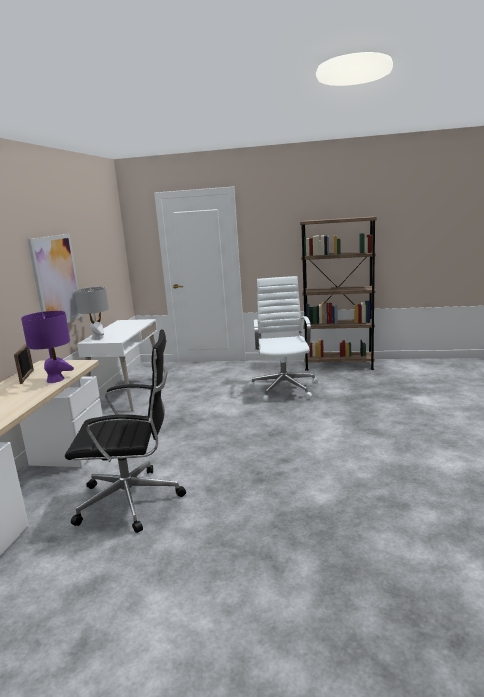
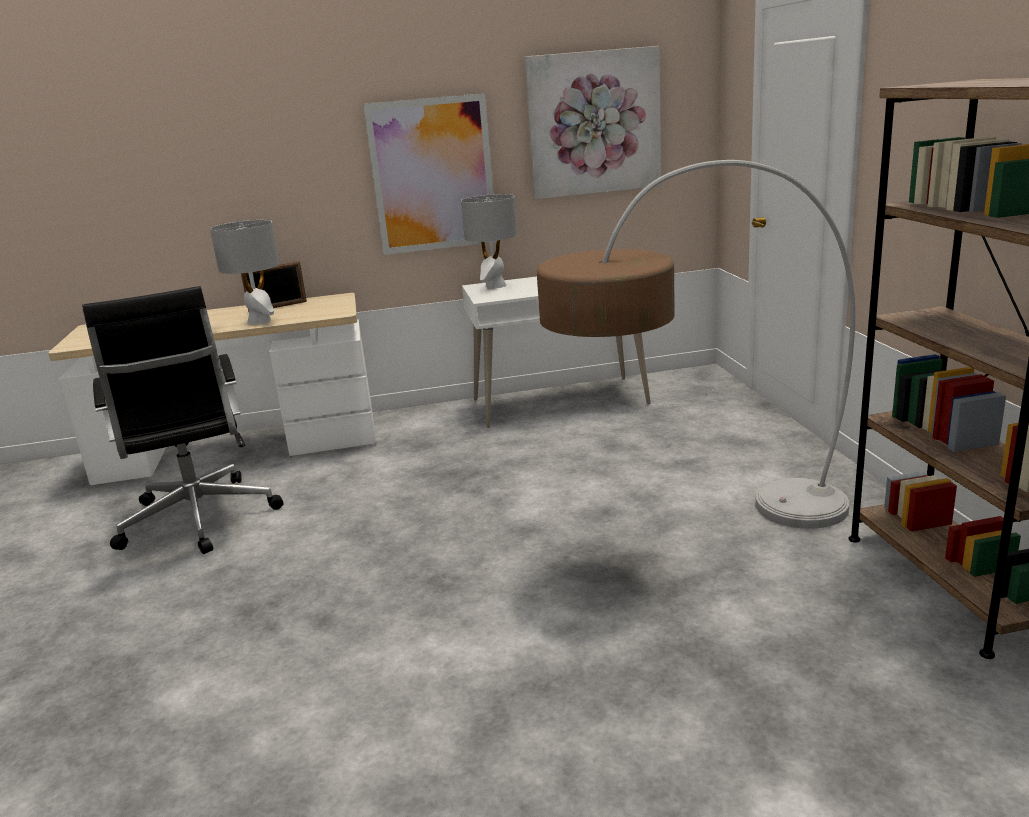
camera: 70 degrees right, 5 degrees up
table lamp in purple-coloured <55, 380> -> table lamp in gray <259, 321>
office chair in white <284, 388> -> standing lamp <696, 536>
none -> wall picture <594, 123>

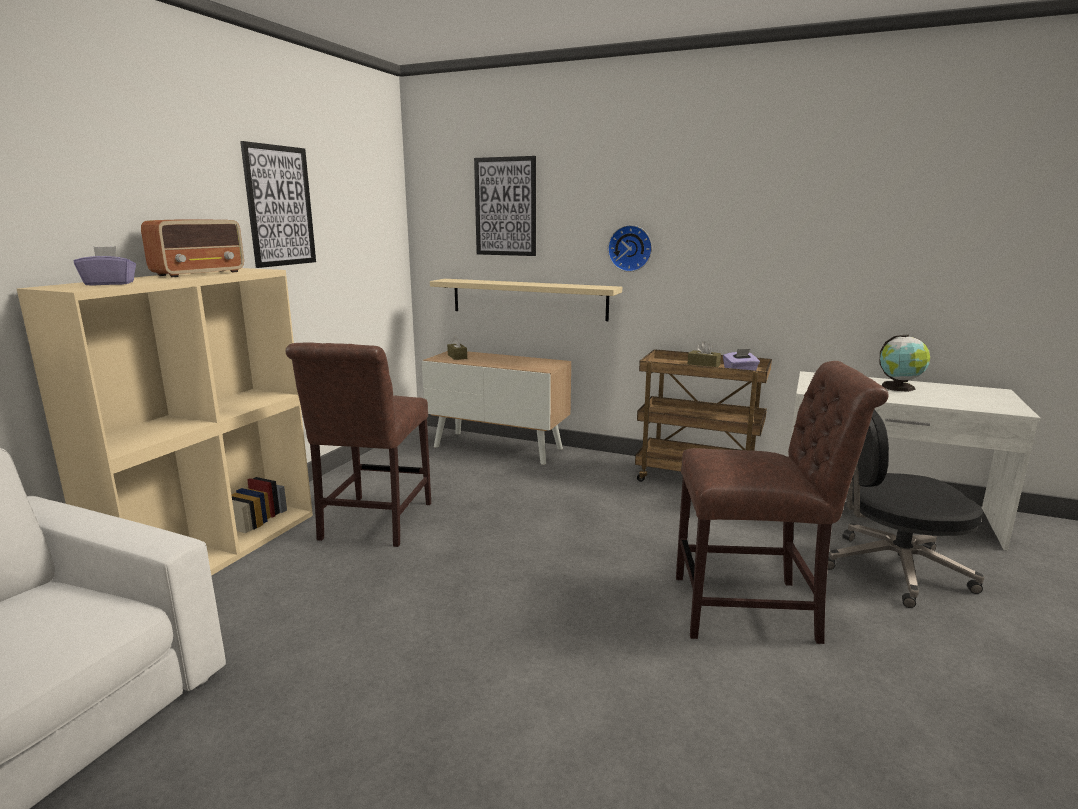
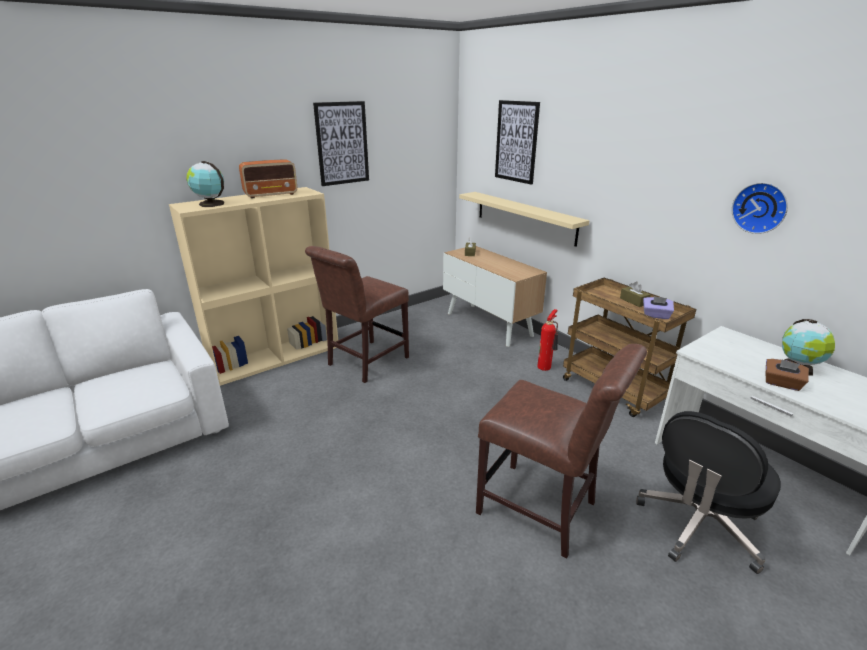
camera: 30 degrees right, 10 degrees up
box of tissues in purple-coloured <110, 284> -> globe <210, 204>
wall clock <630, 248> -> wall clock <760, 207>, moved
office chair in black <892, 569> -> office chair in black <698, 526>, 75 degrees counterclockwise
none -> fire-fighting cylinder <545, 367>
none -> box of tissues in brown-coloured <781, 383>

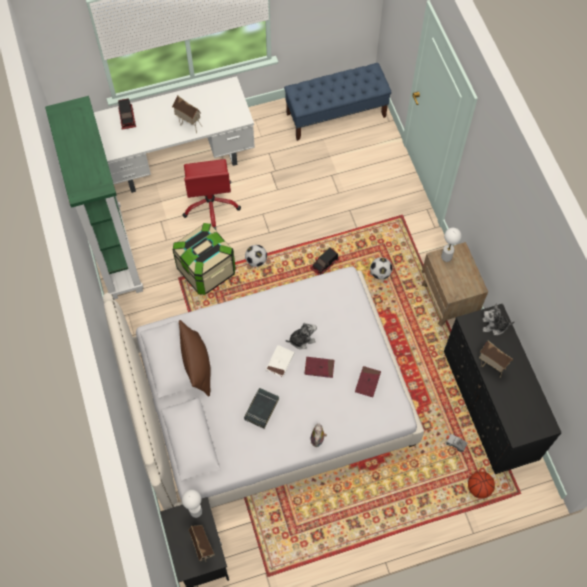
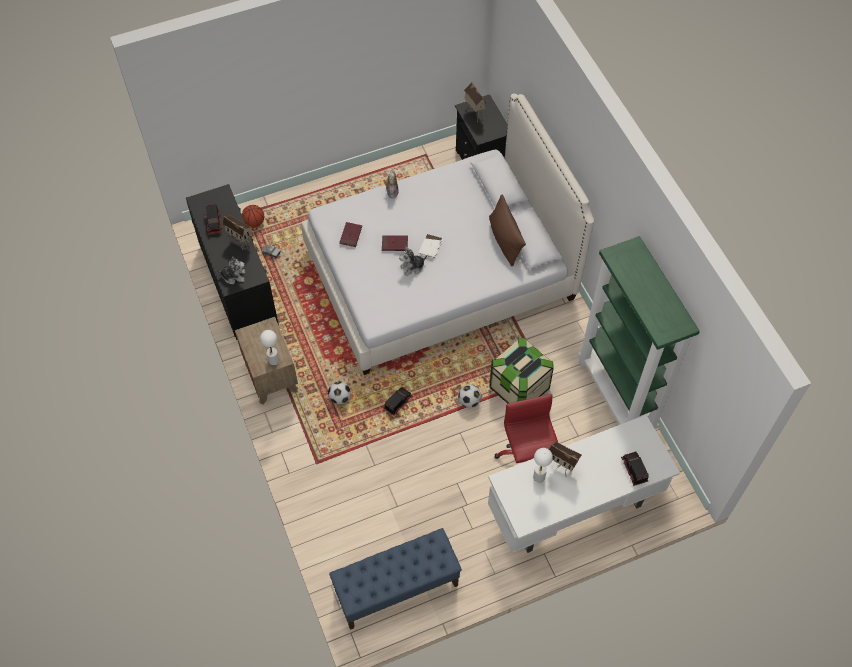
camera: 175 degrees right, 5 degrees down
table lamp in white <196, 511> -> table lamp in white <539, 476>, moved
volume in black <261, 409> -> none
none -> toy truck <214, 223>

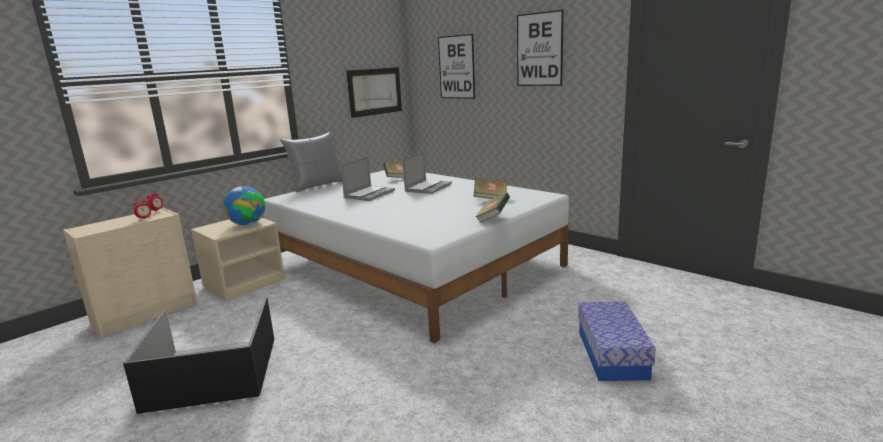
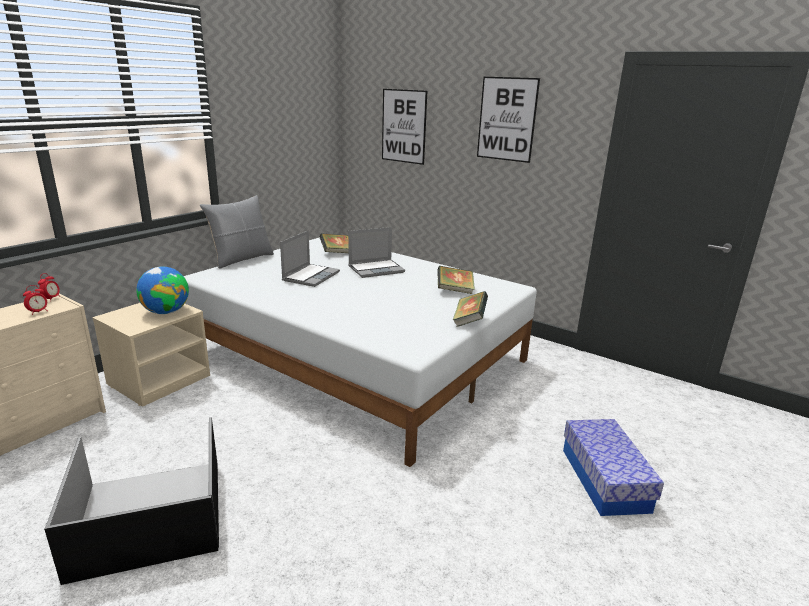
camera: 10 degrees left, 5 degrees up
wall picture <375, 91> -> none
portable computer <428, 188> -> portable computer <376, 269>, 45 degrees clockwise

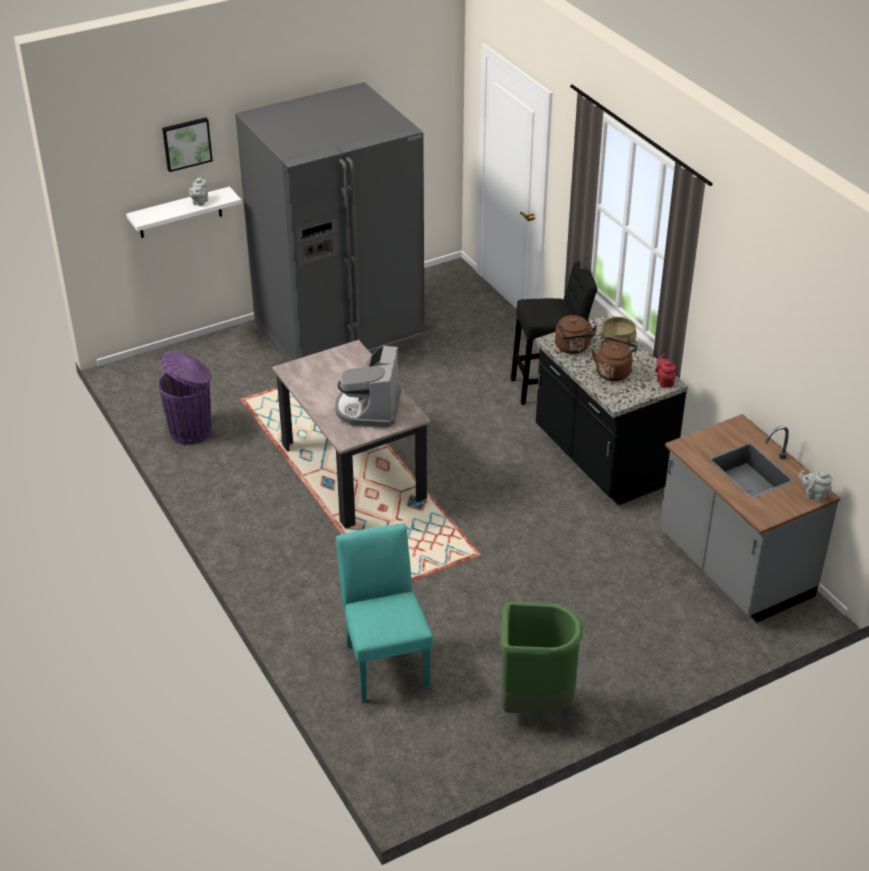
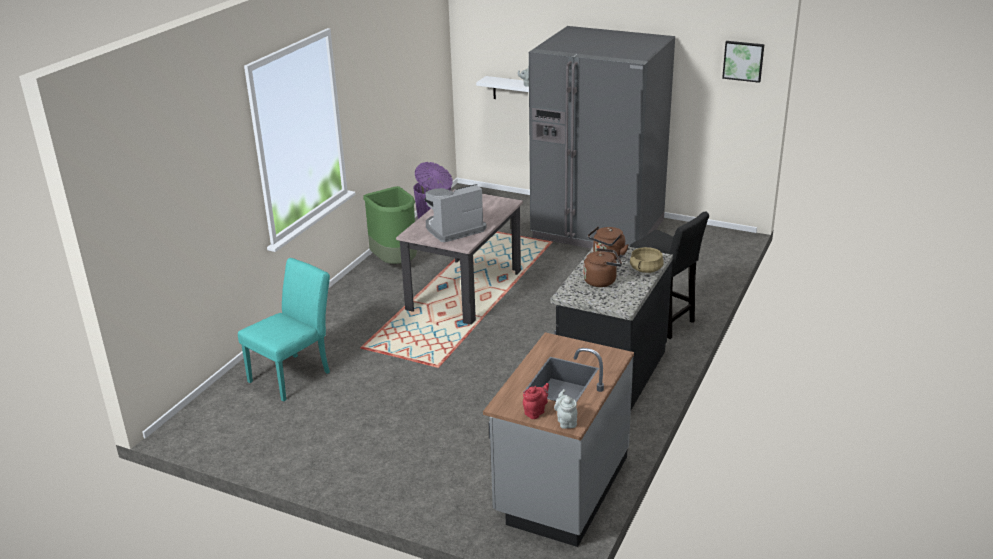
camera: 55 degrees right, 10 degrees down
wall picture <186, 143> -> wall picture <743, 61>, moved
trash can in greenish <533, 703> -> trash can in greenish <396, 263>, moved
teapot in reddish <664, 381> -> teapot in reddish <535, 412>, moved

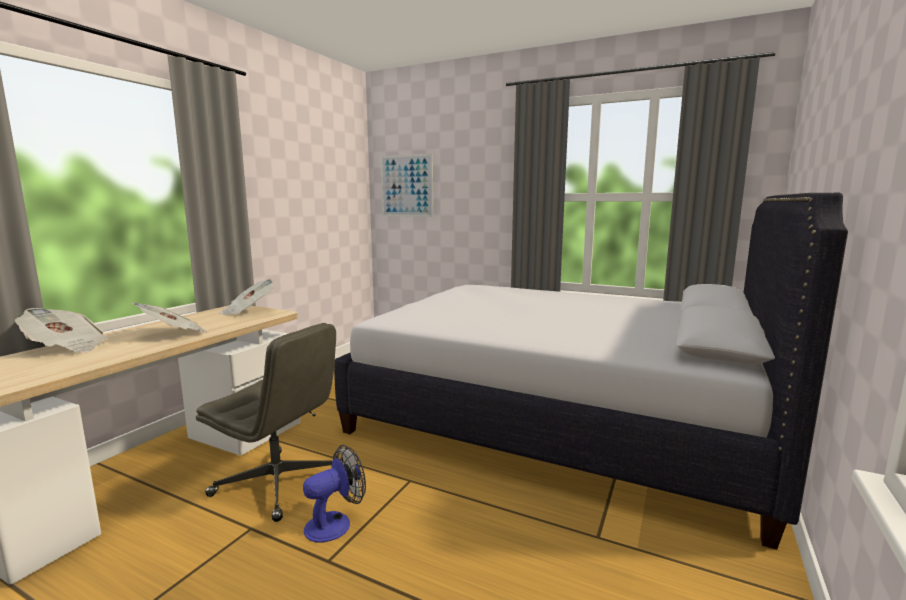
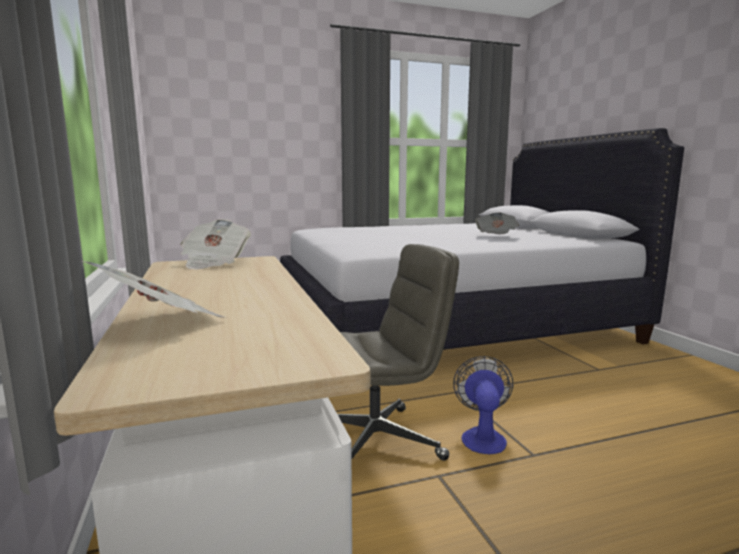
camera: 45 degrees left, 0 degrees up
newspaper <174, 334> -> newspaper <496, 236>, moved
wall picture <406, 186> -> none

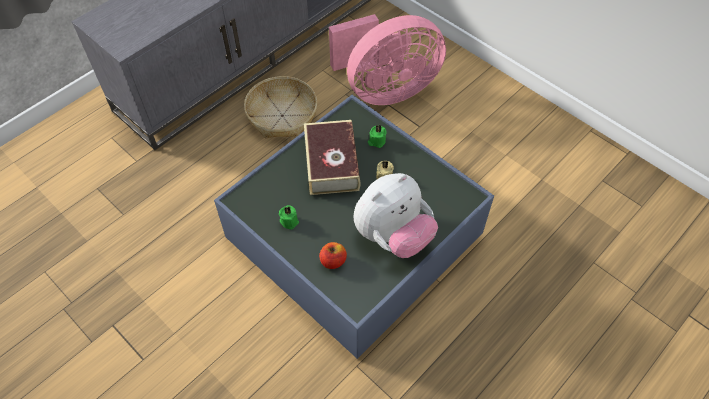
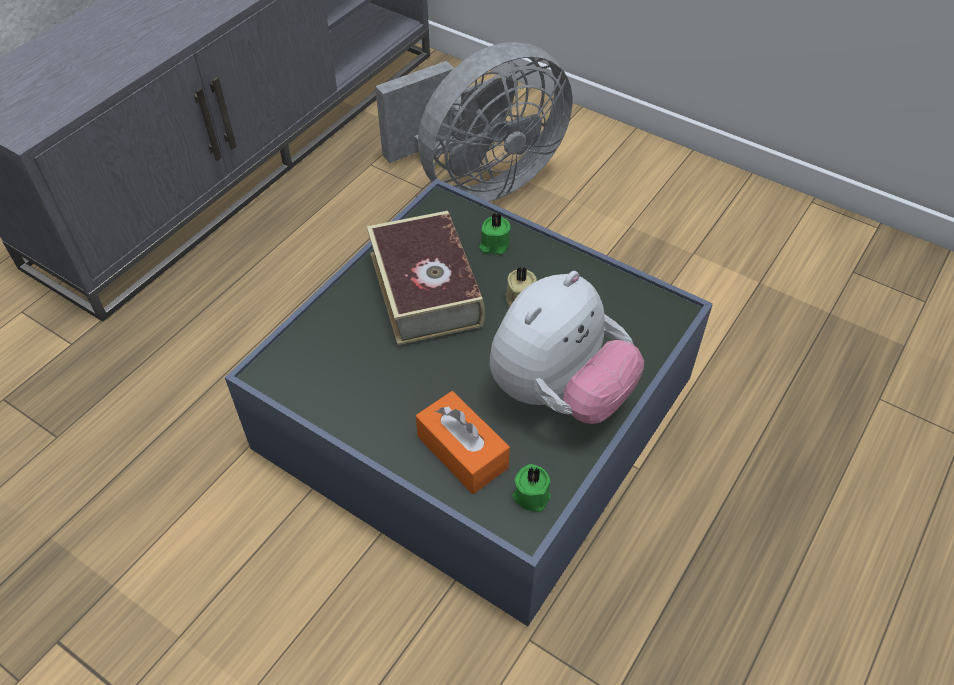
camera: 10 degrees left, 5 degrees down
basket <282, 115> -> none
candle in greenish <289, 220> -> candle in greenish <531, 494>, moved
apple <333, 261> -> box of tissues in orange <462, 452>
cooling fan in pink <385, 90> -> cooling fan in gray <478, 181>

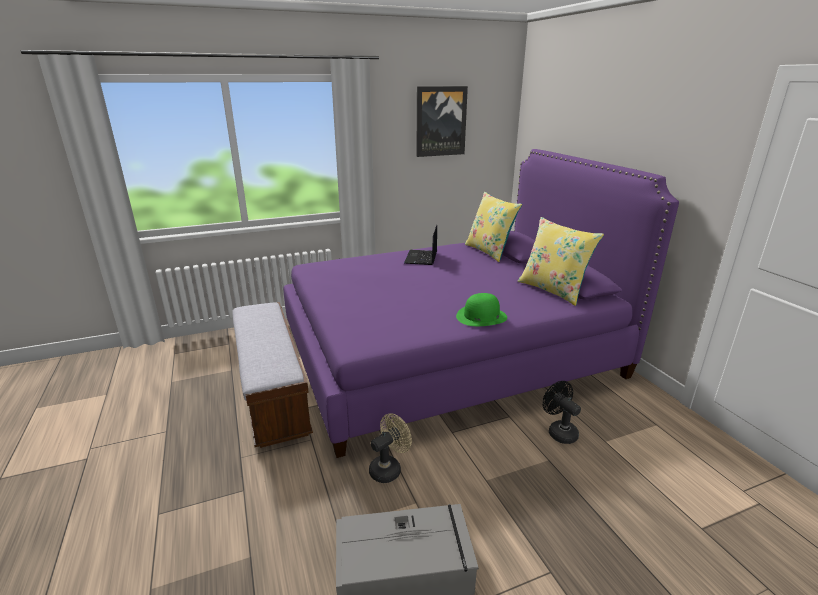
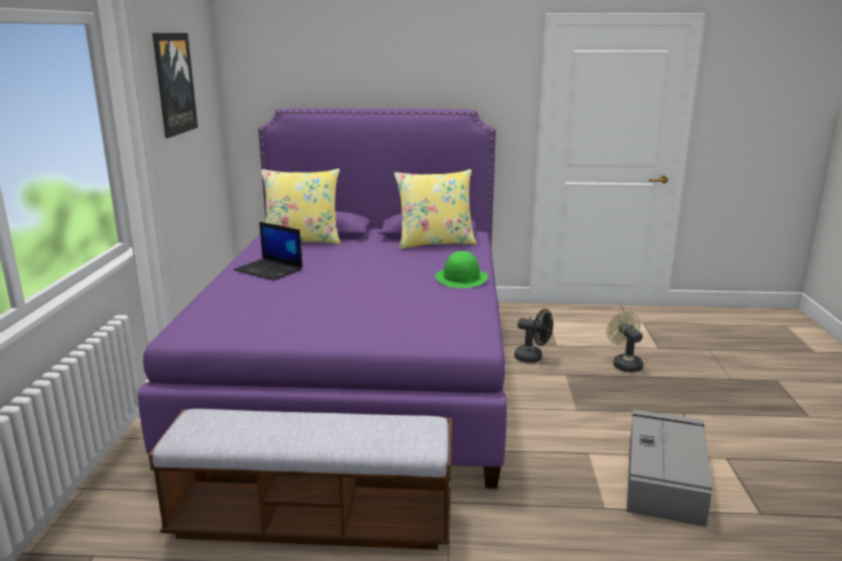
camera: 65 degrees left, 5 degrees down
cooling fan in beige-coloured <389, 468> -> cooling fan in beige-coloured <624, 364>, moved
cooling fan in black <559, 431> -> cooling fan in black <533, 358>, 150 degrees counterclockwise

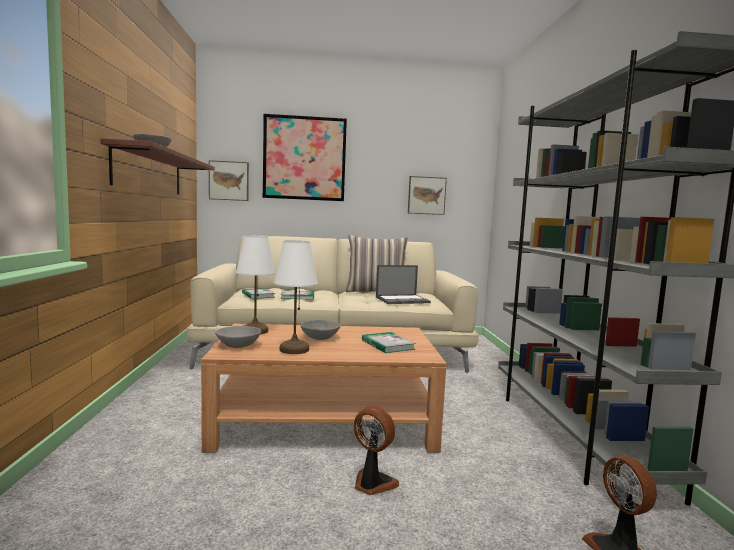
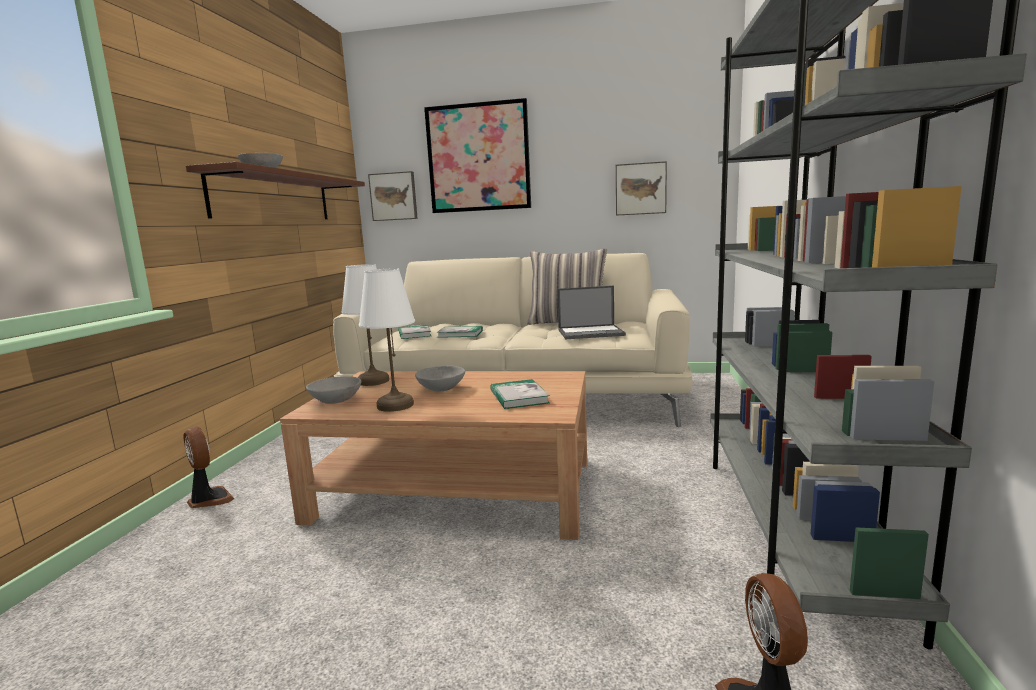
camera: 15 degrees right, 5 degrees up
cooling fan <372, 484> -> cooling fan <209, 500>, moved

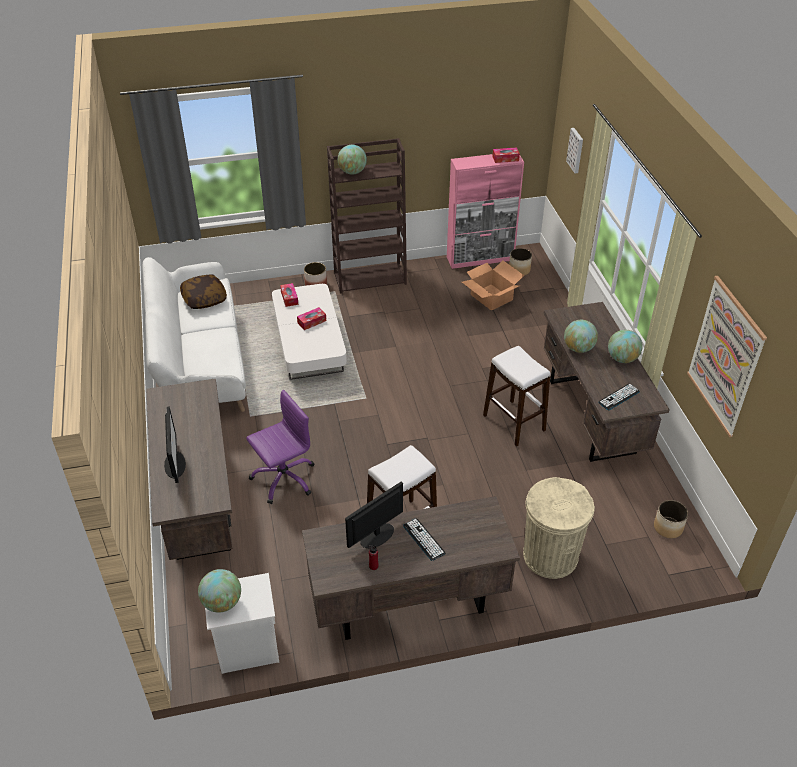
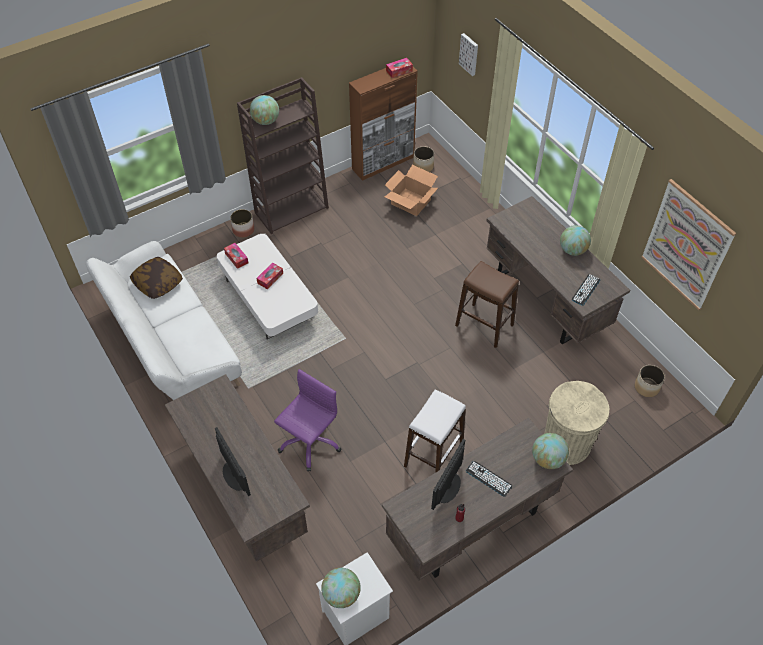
camera: 20 degrees left, 10 degrees up
cabinet in pink <480, 258> -> cabinet in brown-coloured <383, 163>
sitting stool in white <513, 423> -> sitting stool in brown-coloured <484, 325>
globe <578, 348> -> globe <547, 459>, moved

